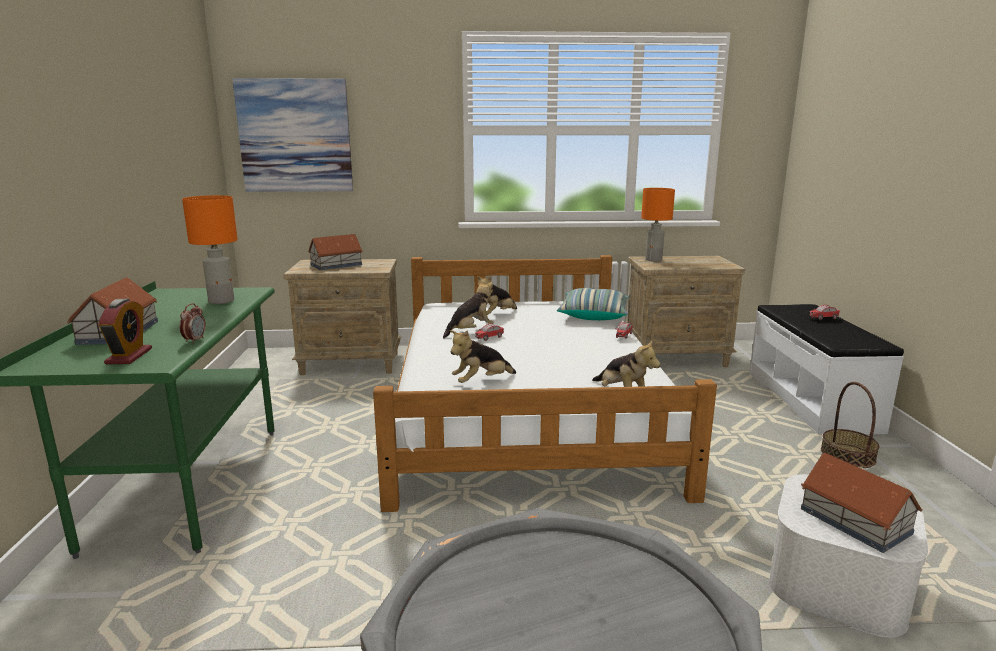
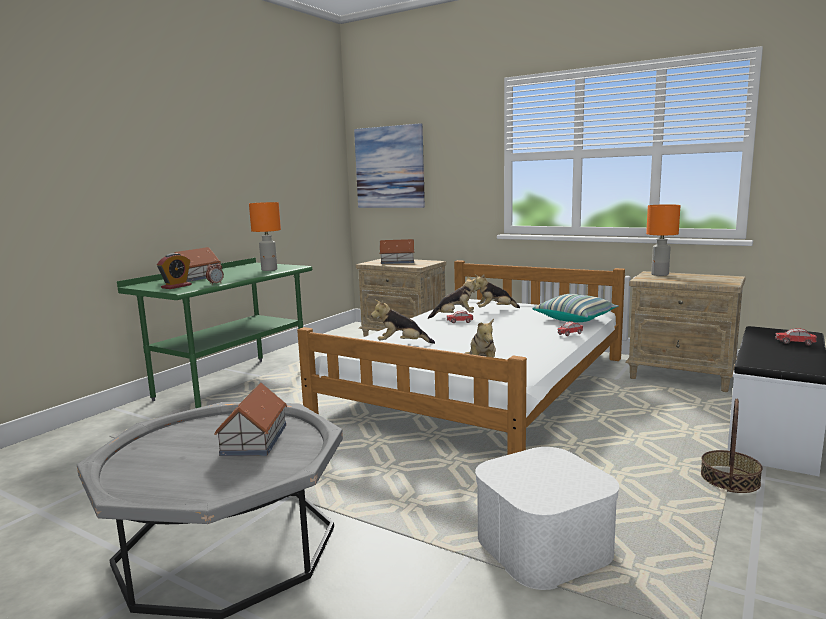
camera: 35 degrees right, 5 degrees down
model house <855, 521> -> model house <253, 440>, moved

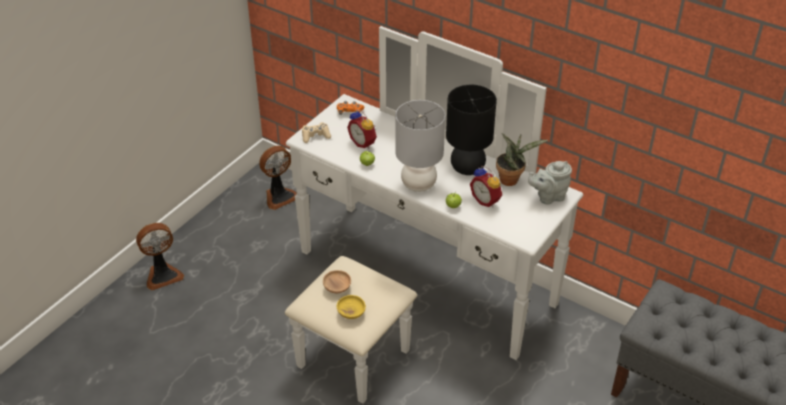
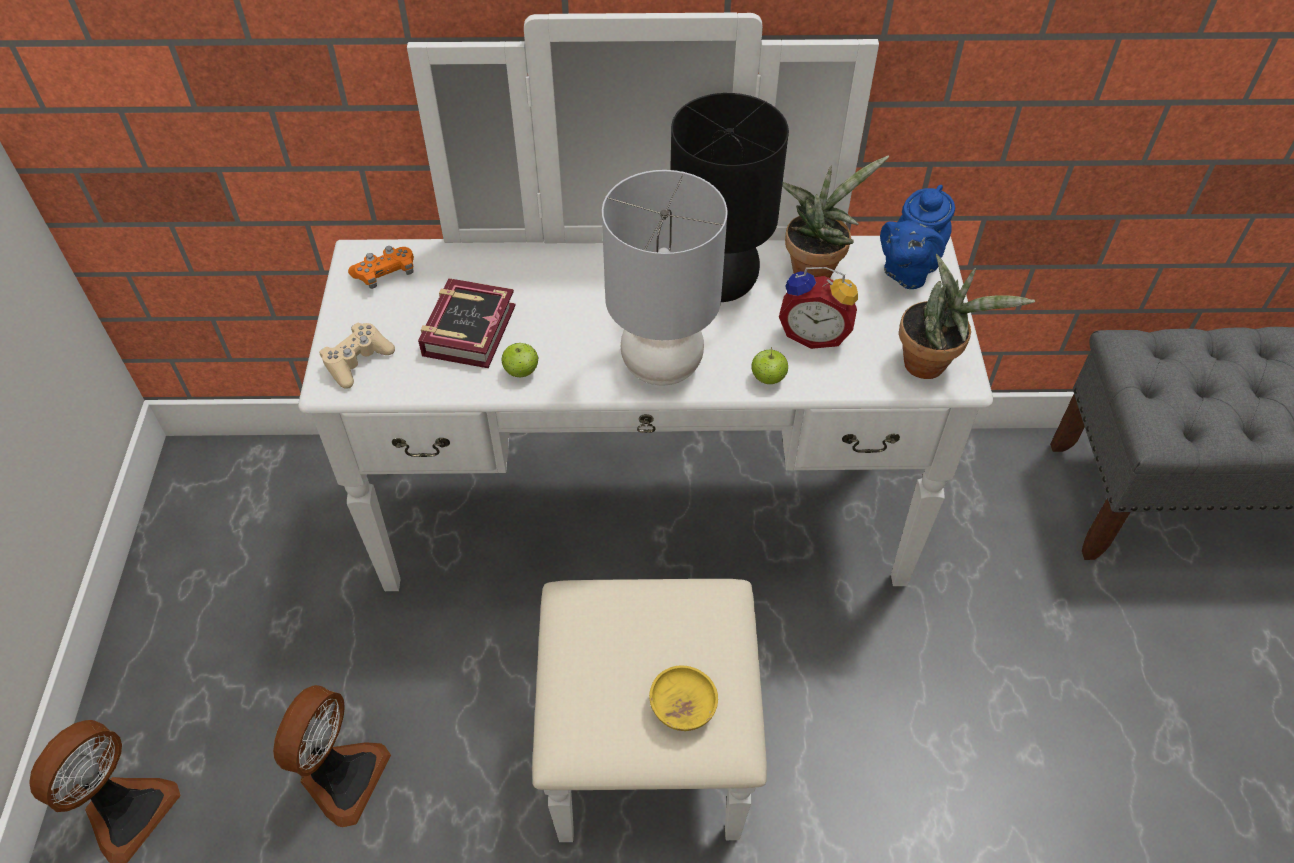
camera: 35 degrees left, 10 degrees up
cooling fan <279, 196> -> cooling fan <341, 777>, moved
bowl in brown-coloured <337, 287> -> none
bedside clock <364, 143> -> volume <473, 328>
teapot in gray <548, 196> -> teapot in blue <907, 271>
none -> potted plant <931, 363>

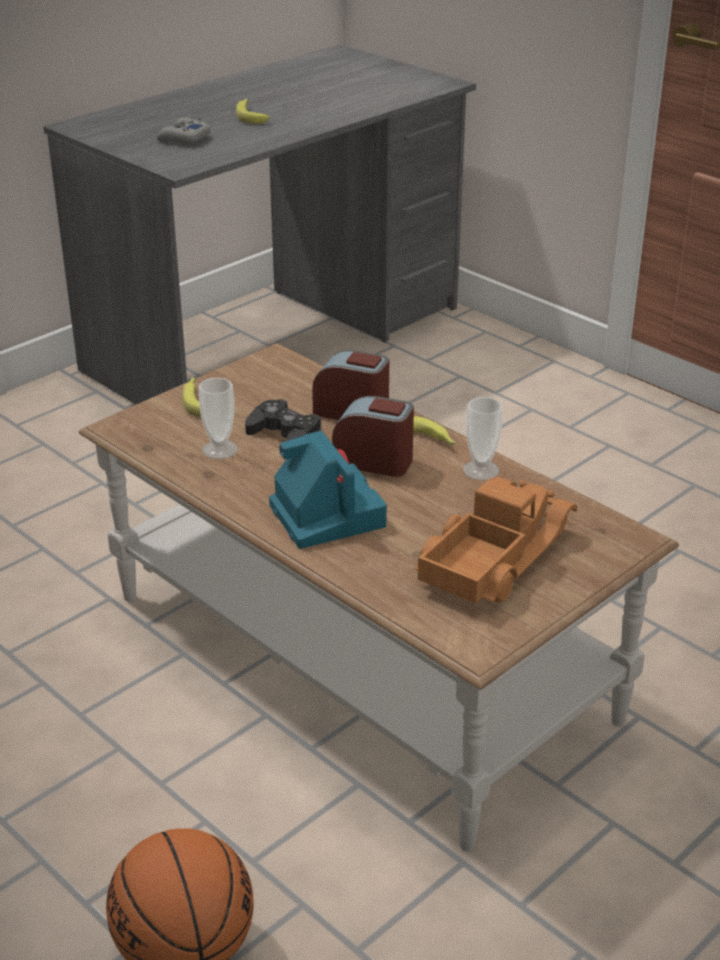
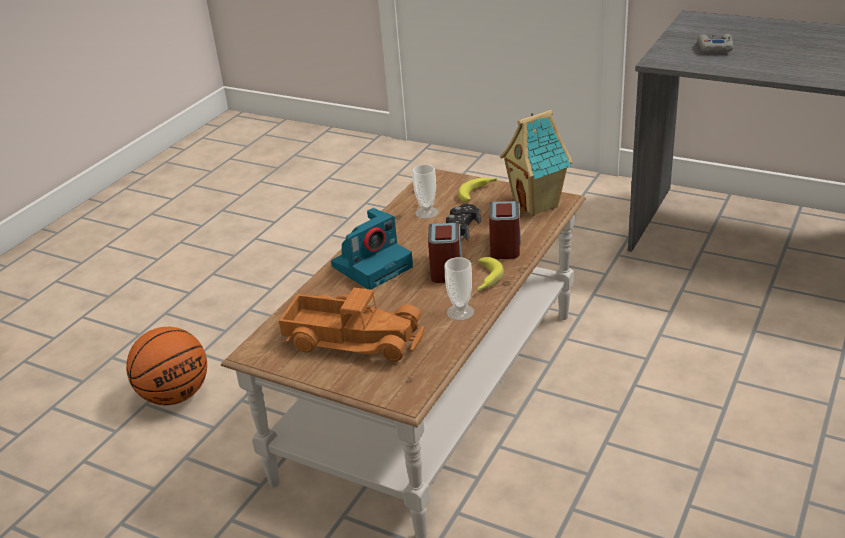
camera: 75 degrees right, 0 degrees up
banana fruit <251, 115> -> none
none -> model house <537, 205>

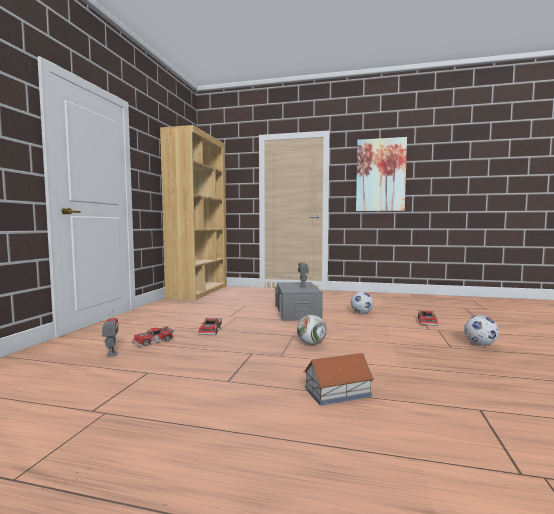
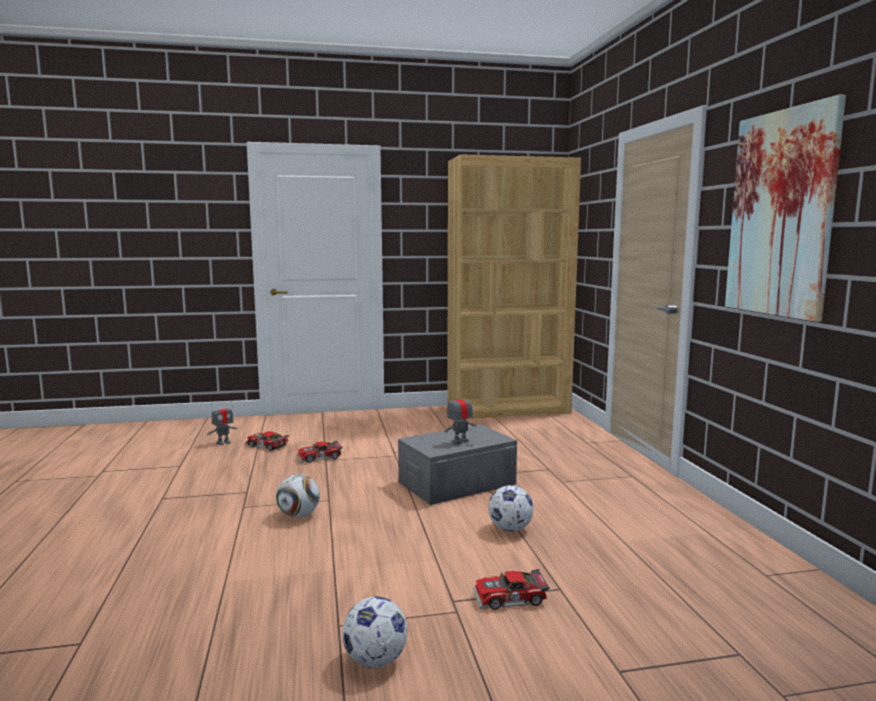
camera: 65 degrees right, 5 degrees up
model house <336, 392> -> none

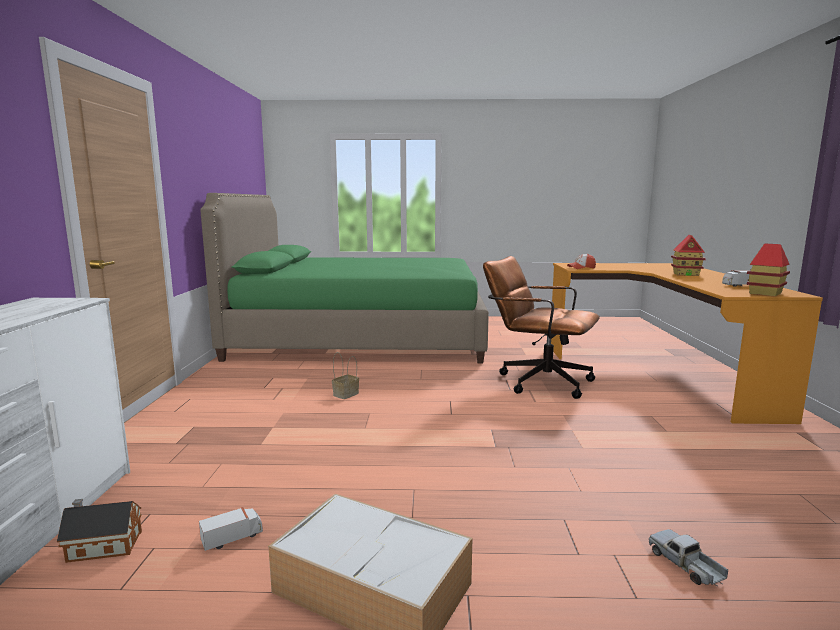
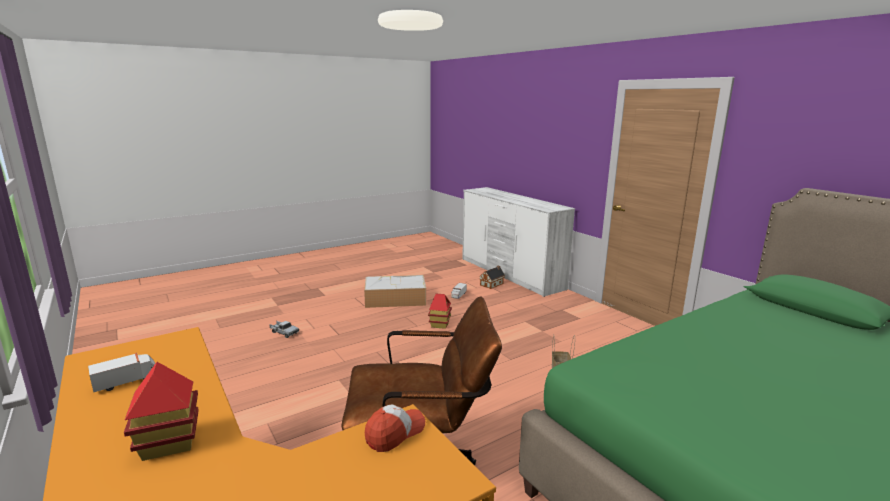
camera: 145 degrees right, 5 degrees up
model house <765, 293> -> model house <440, 324>, moved

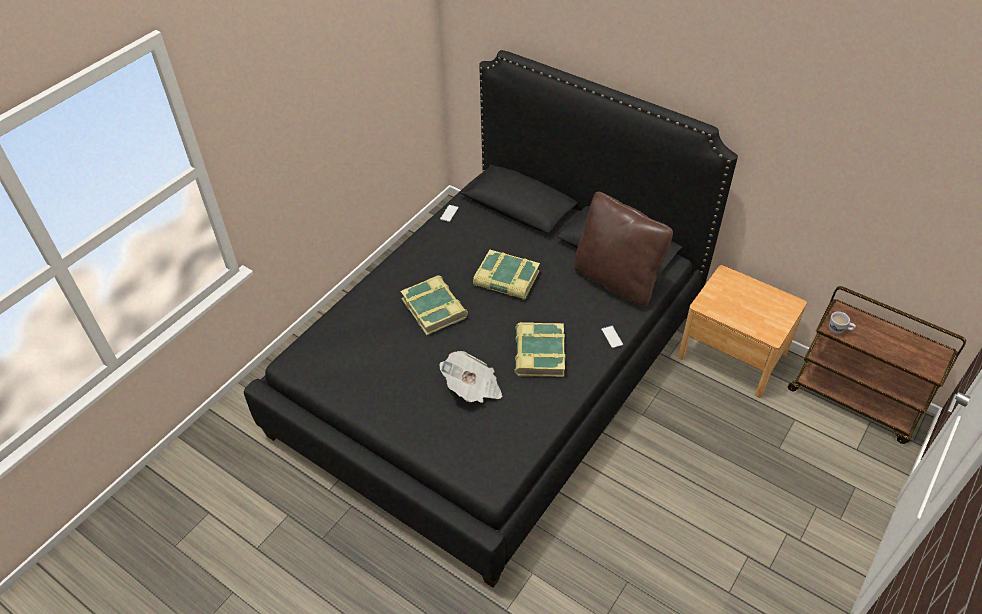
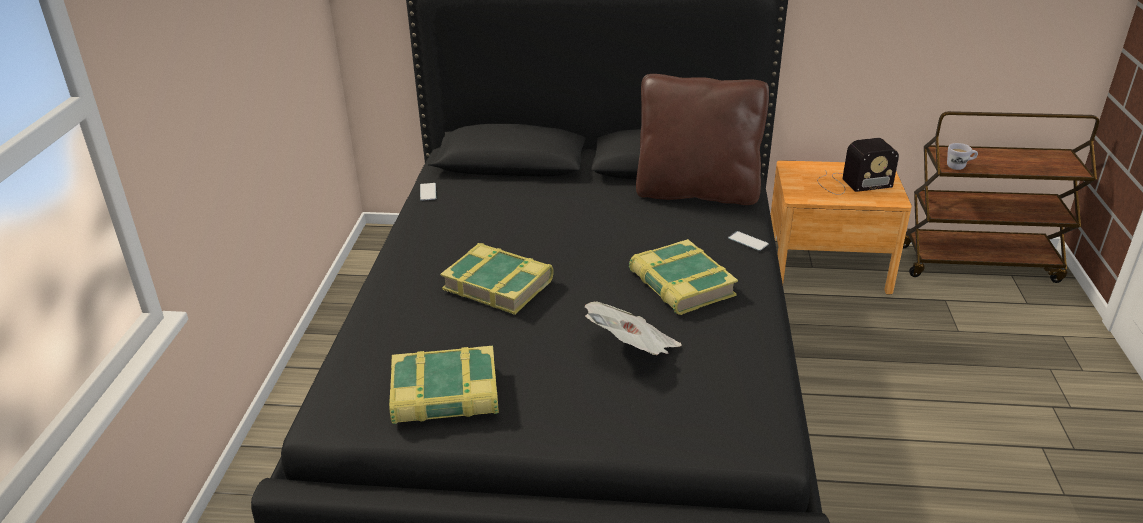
camera: 30 degrees left, 15 degrees down
volume <506, 279> -> volume <445, 395>, moved
none -> radio set <851, 183>

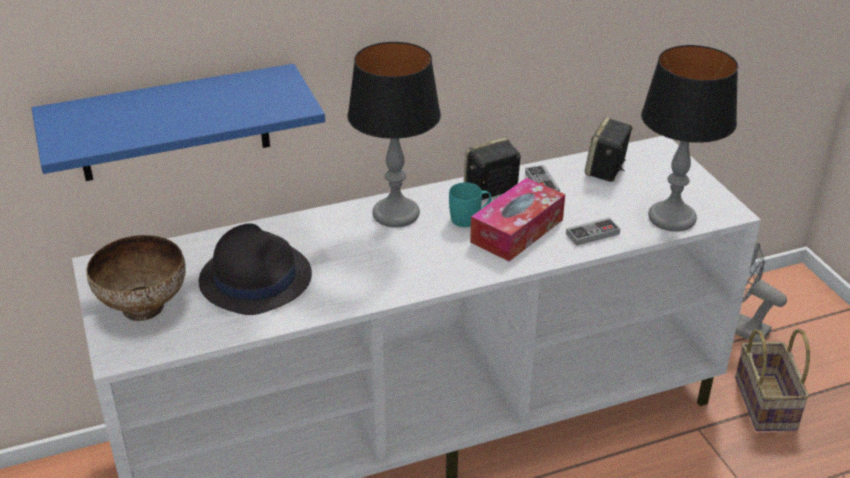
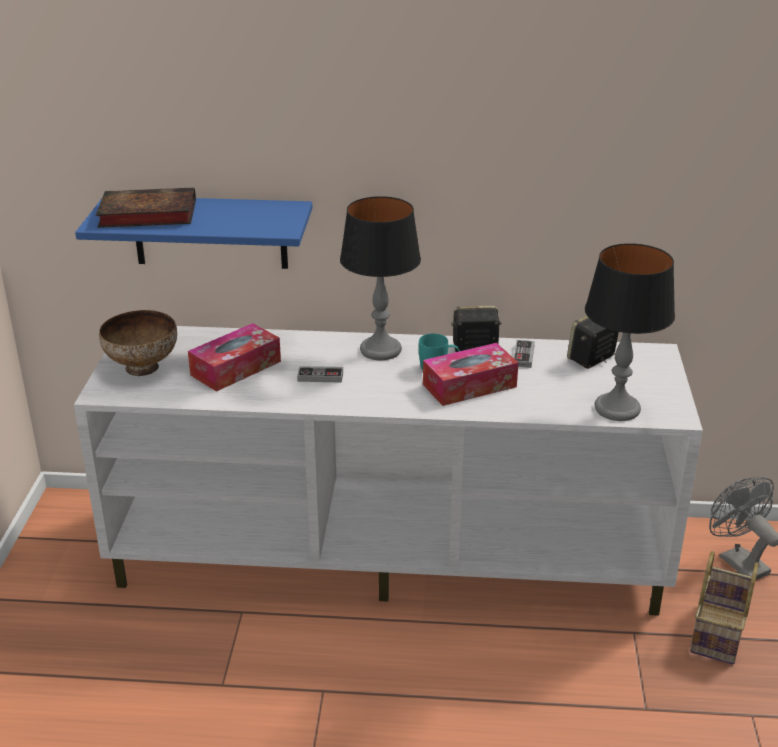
camera: 25 degrees right, 5 degrees down
clothing hat in black <255, 278> -> box of tissues <236, 368>
joypad <592, 234> -> joypad <320, 377>, moved
none -> volume <145, 214>

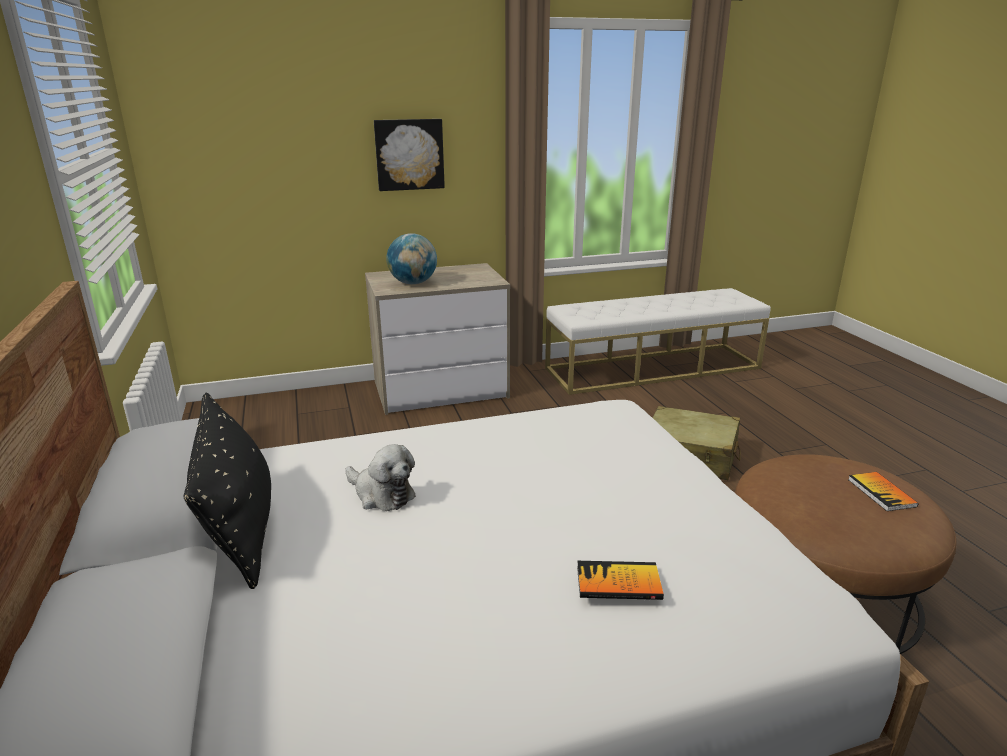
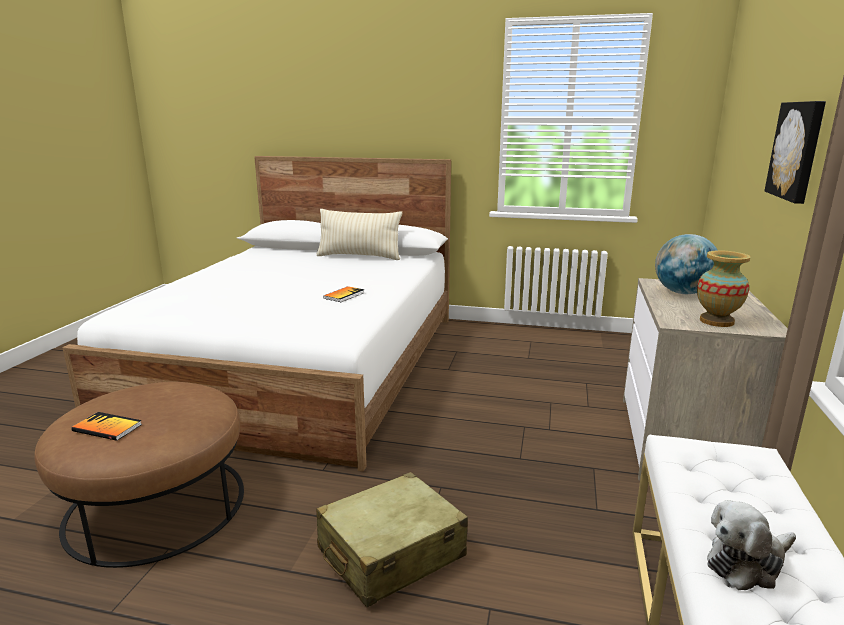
camera: 120 degrees right, 5 degrees down
cushion in black <239, 526> -> cushion in beige-coloured <359, 256>
soft toy <381, 494> -> soft toy <747, 563>, moved
volume <618, 582> -> volume <344, 295>, moved
none -> flower vase <716, 321>

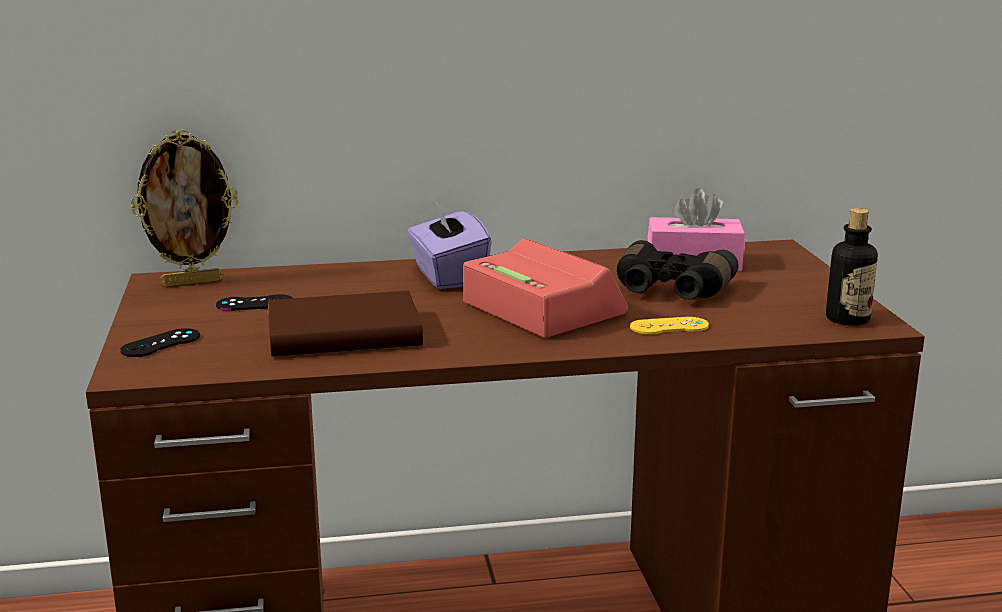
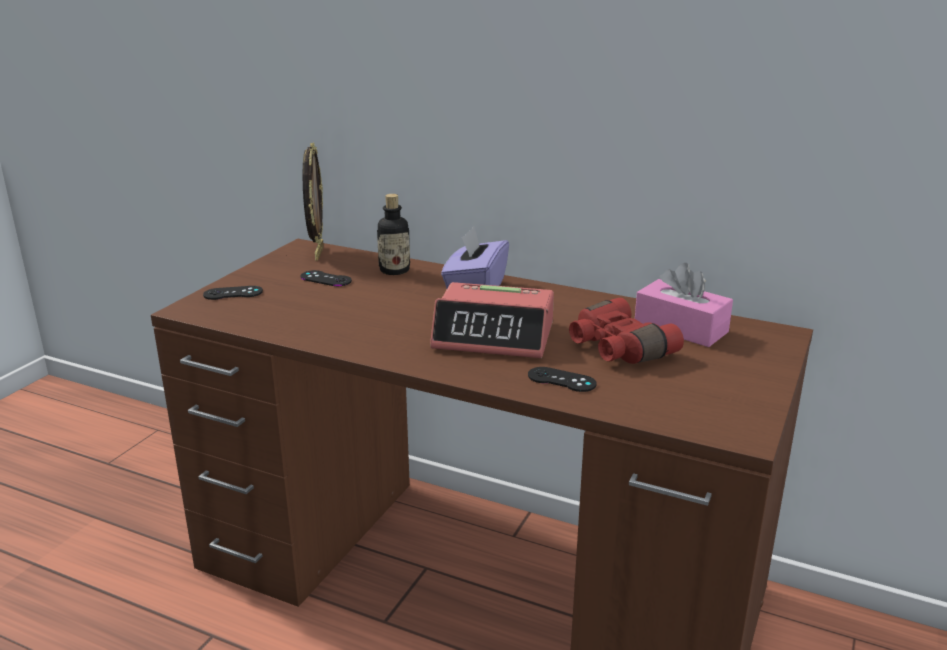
camera: 35 degrees right, 5 degrees up
photo frame <192, 282> -> photo frame <317, 253>, 105 degrees counterclockwise
volume in brown-coloured <344, 334> -> none
bedside clock <542, 309> -> bedside clock <494, 336>, 105 degrees clockwise
binoculars in black <670, 290> -> binoculars in reddish <617, 348>
joypad in yellowish <669, 326> -> joypad in black <561, 380>
beverage bottle <847, 319> -> beverage bottle <394, 270>, moved

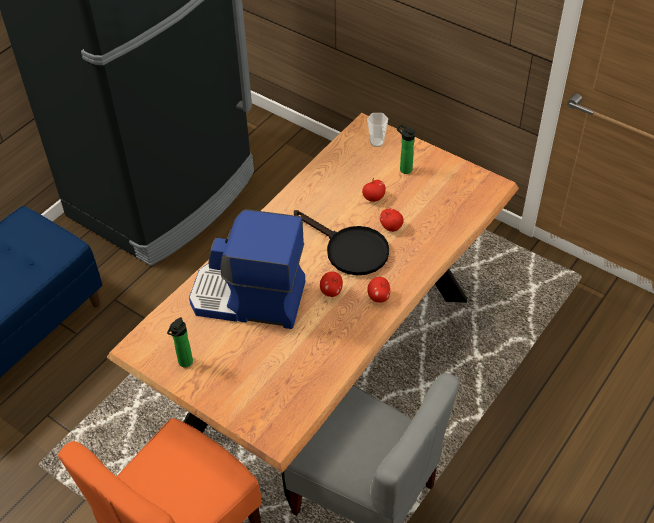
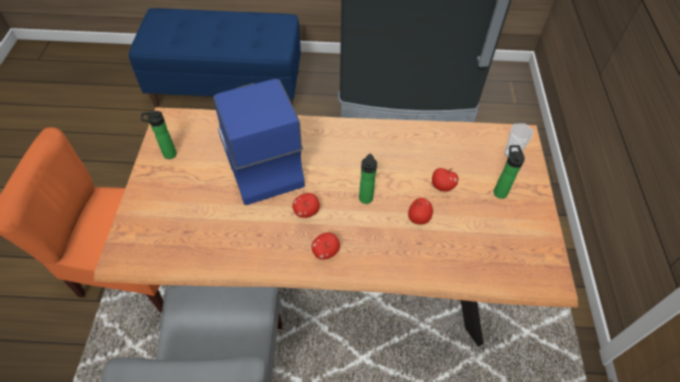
camera: 55 degrees right, 5 degrees up
pan in black <349, 249> -> beverage bottle <365, 200>

